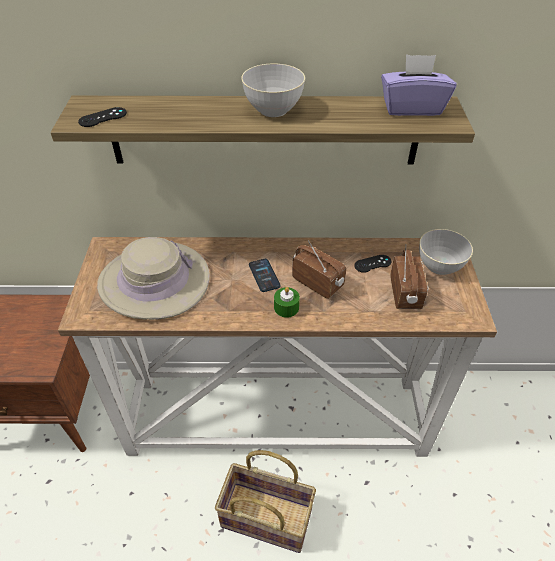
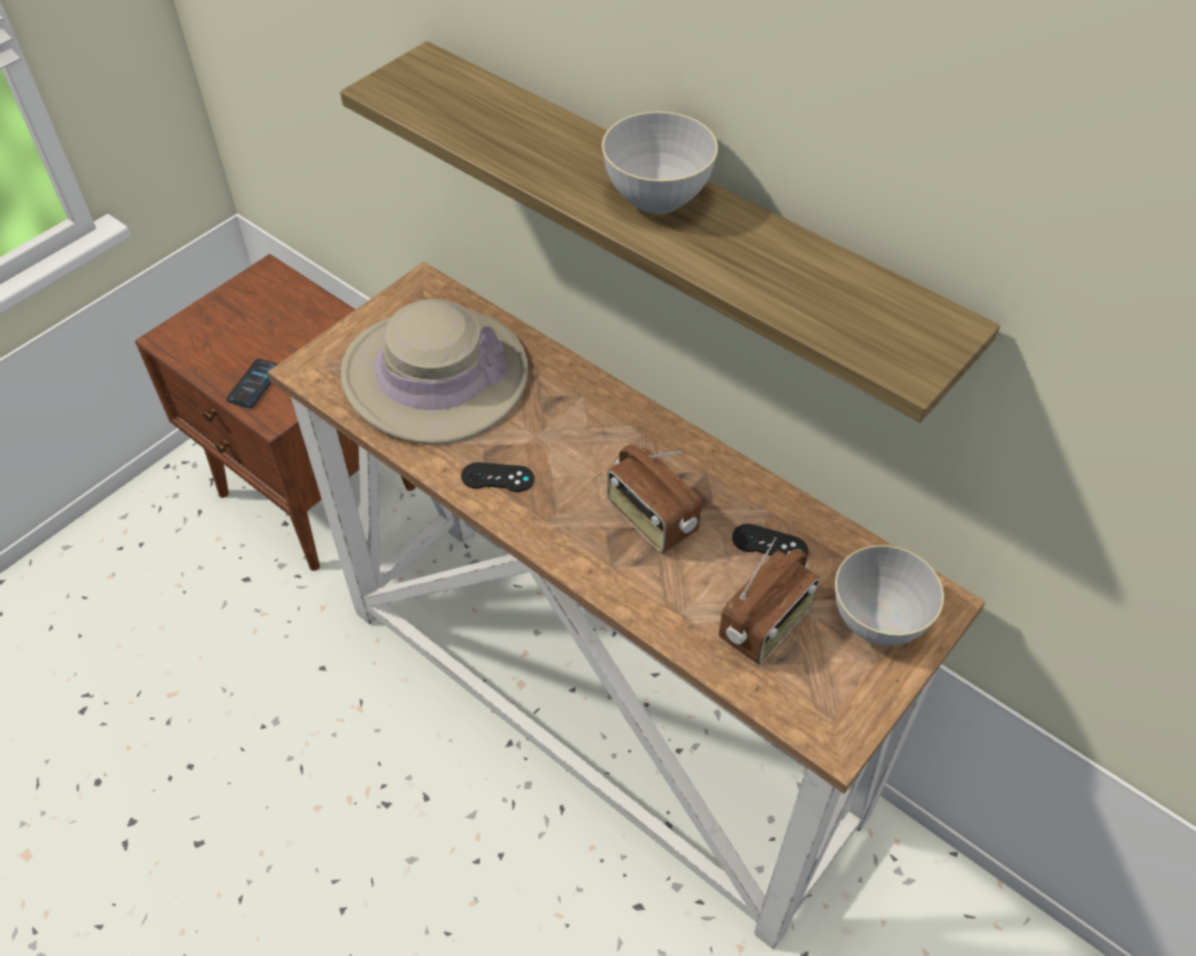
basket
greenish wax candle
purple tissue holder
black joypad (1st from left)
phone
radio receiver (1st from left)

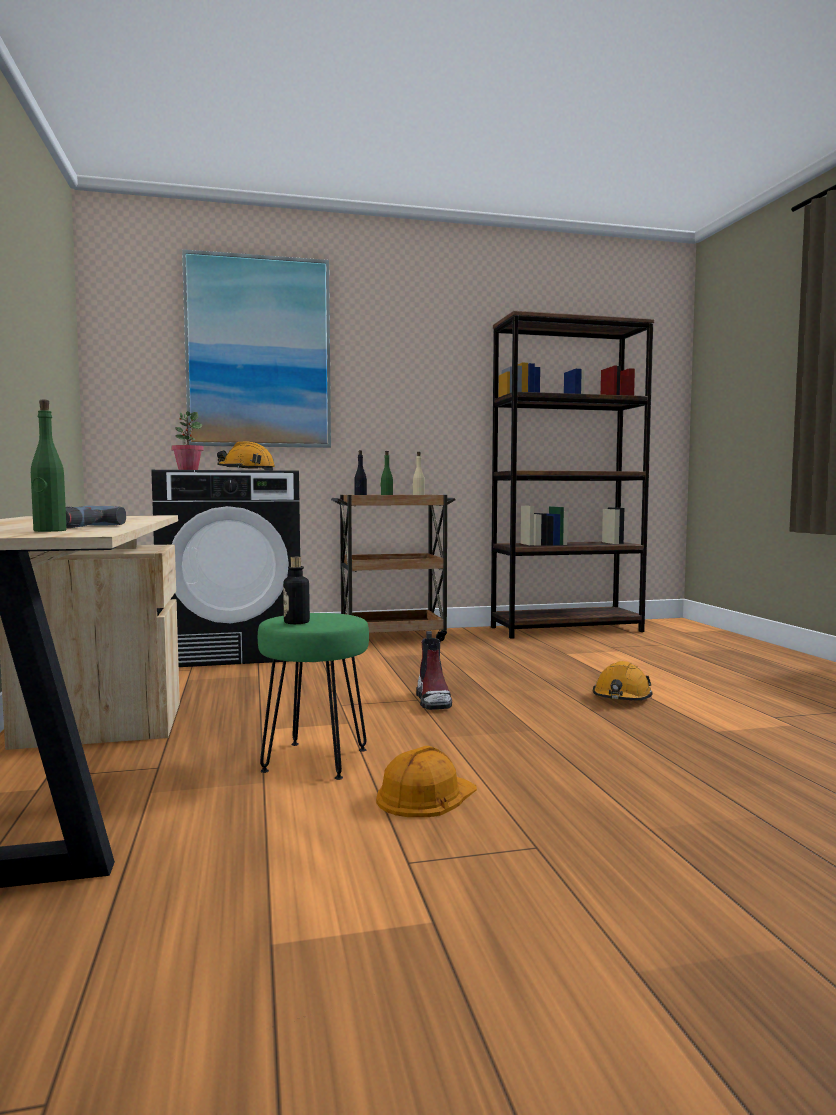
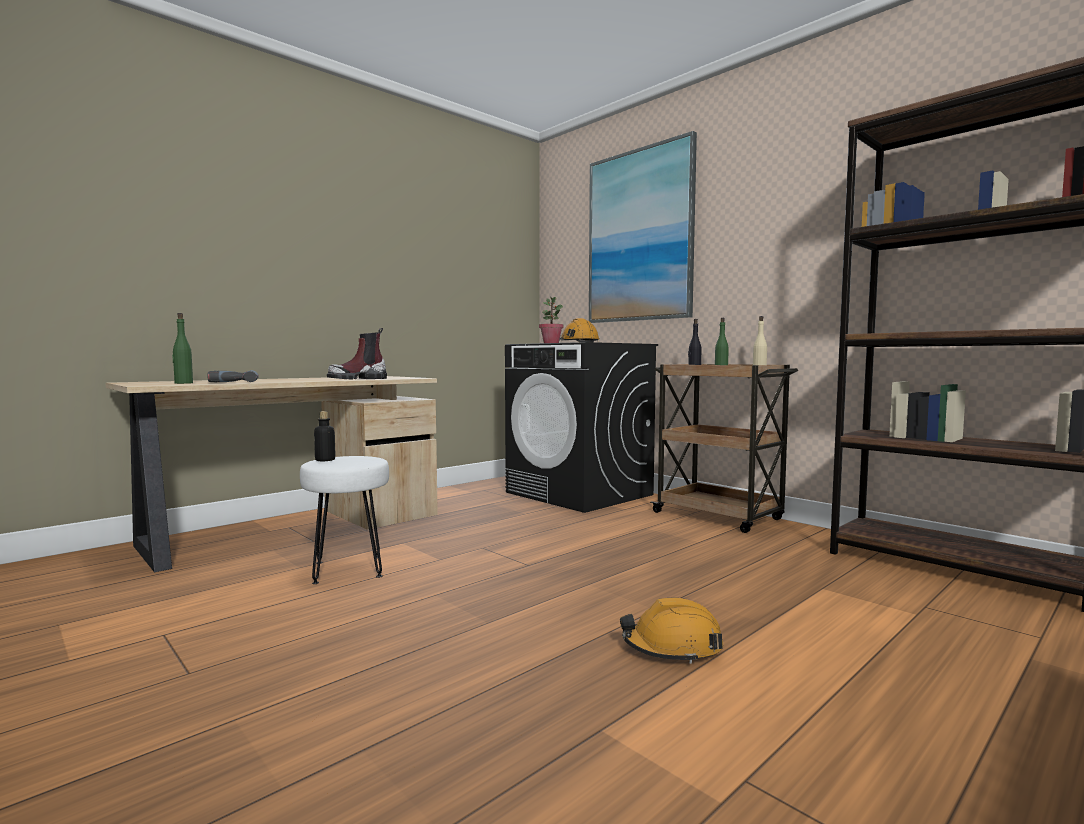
orange hard hat (2nd from left in the first image)
boot
whitish stool seat

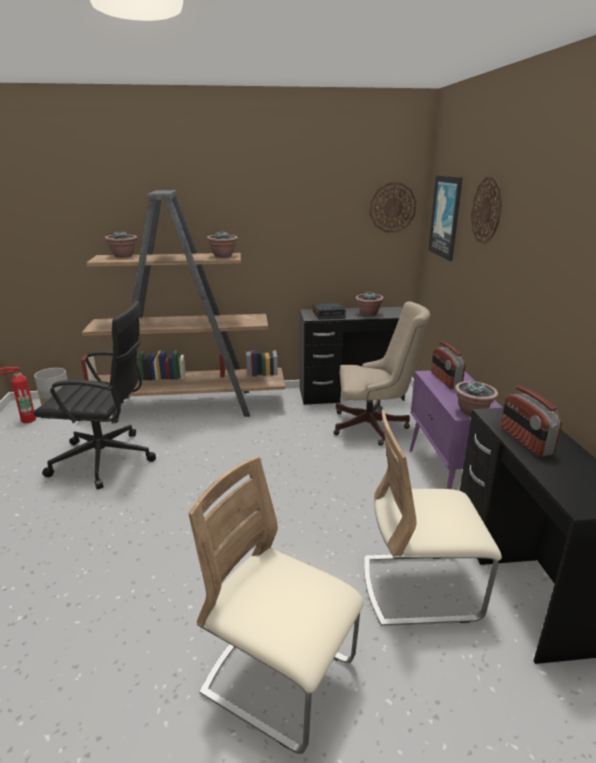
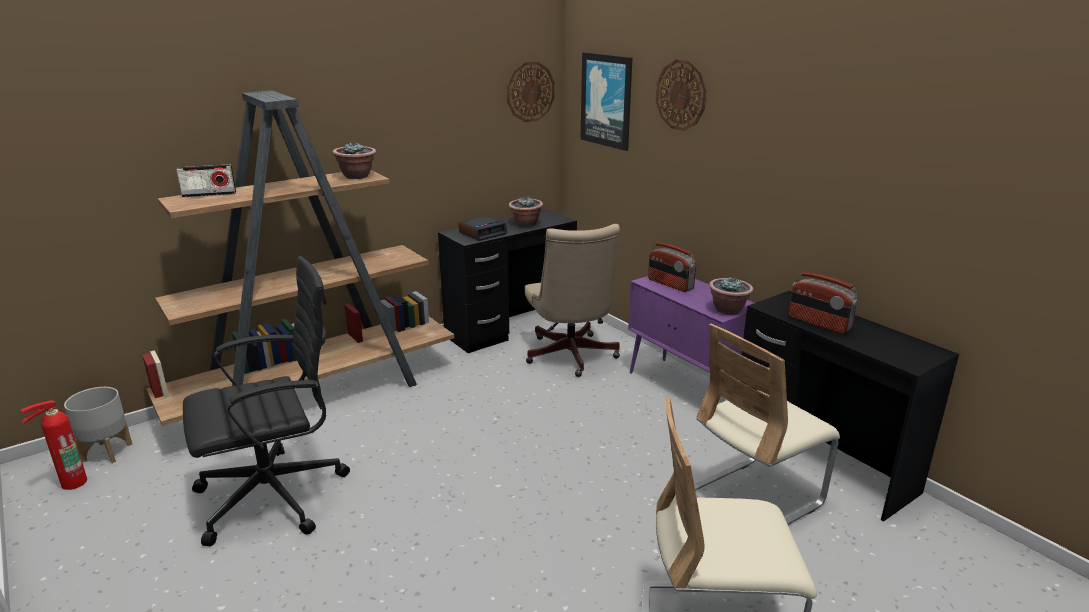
radio receiver (1st from left)
sand-coloured desk chair

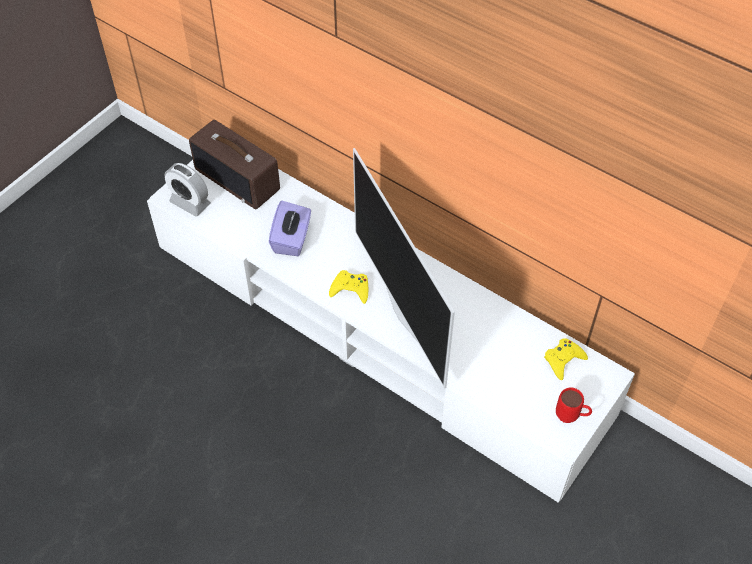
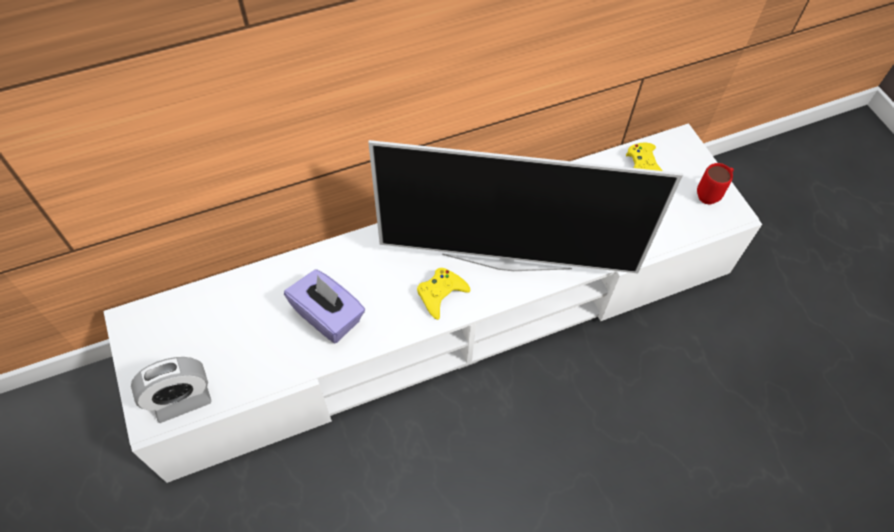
radio receiver

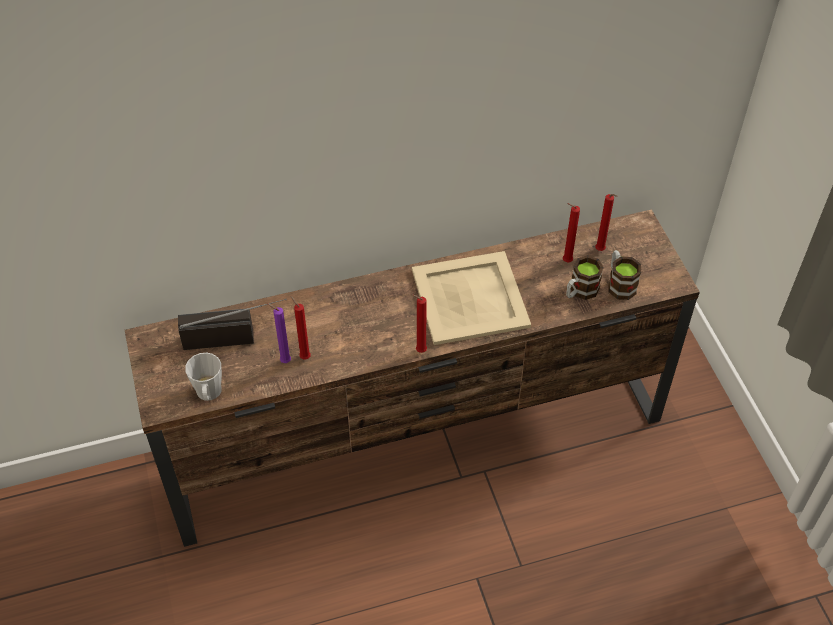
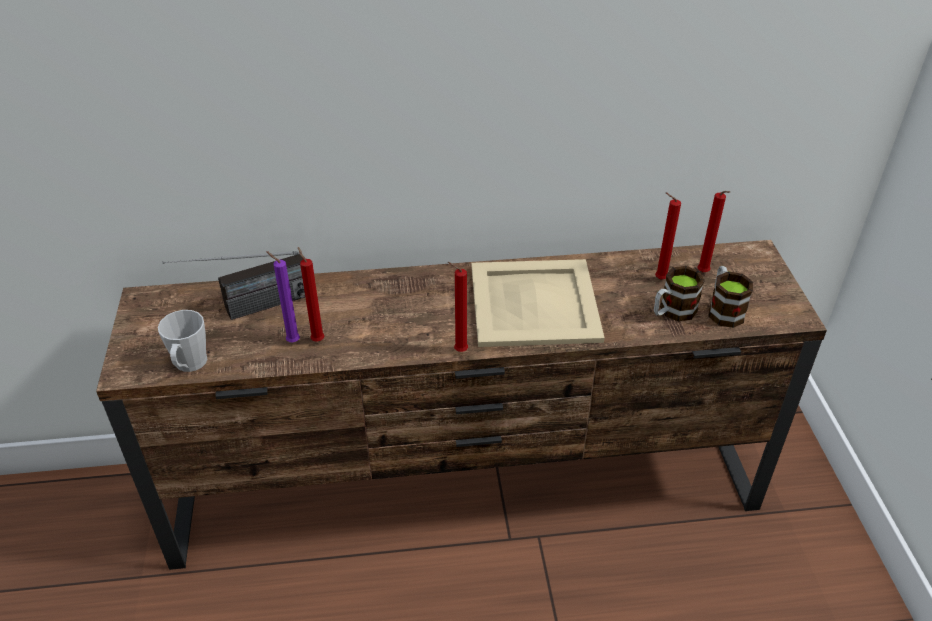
radio receiver

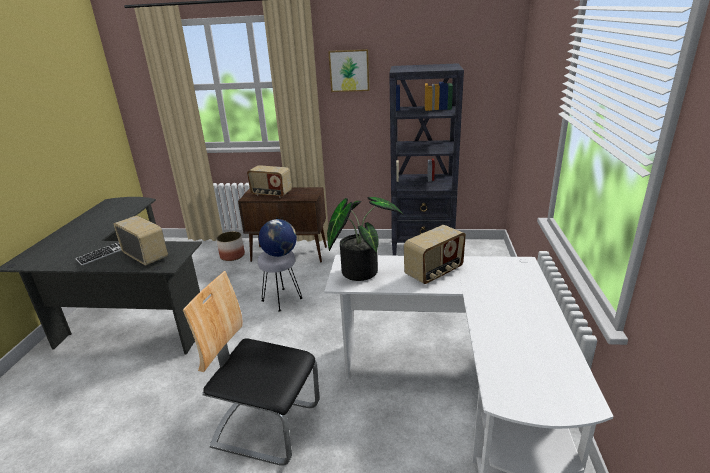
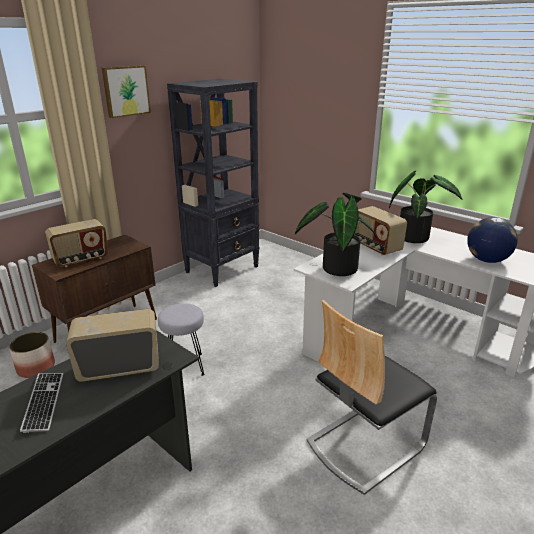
houseplant (2nd from left)
desk globe
radio receiver (3rd from left)

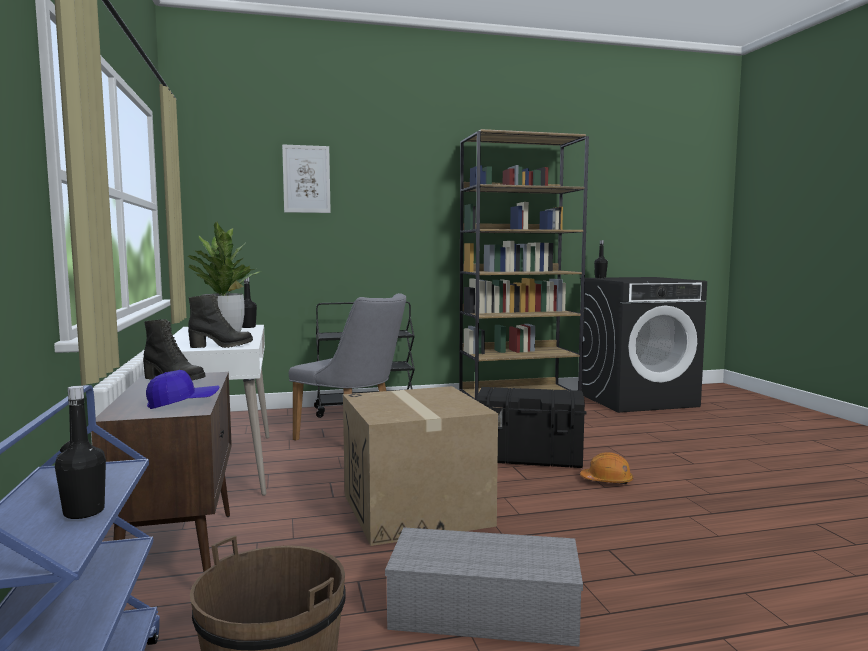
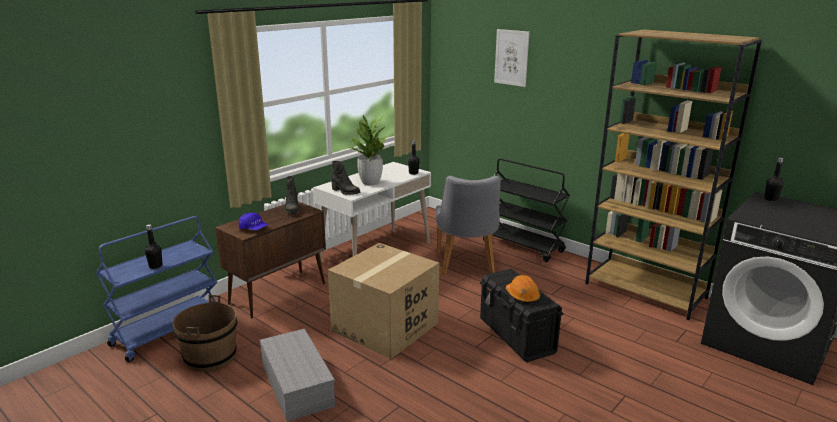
orange hard hat

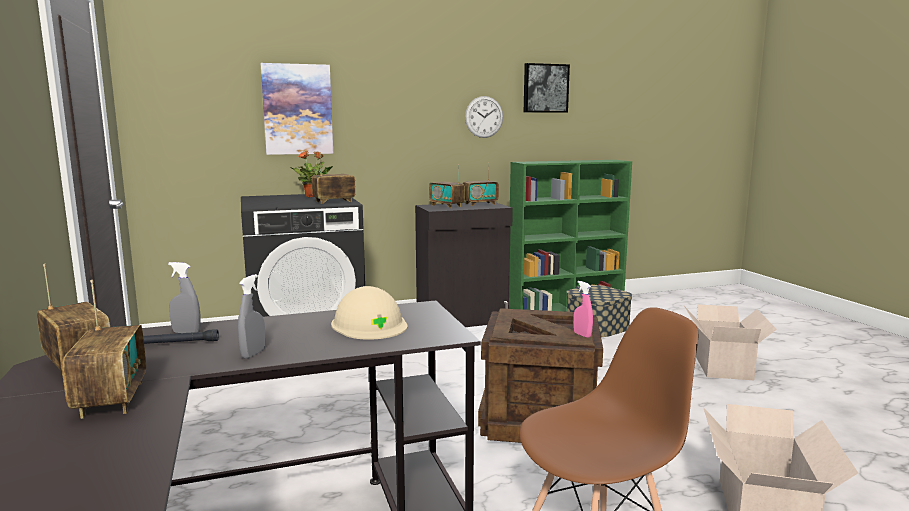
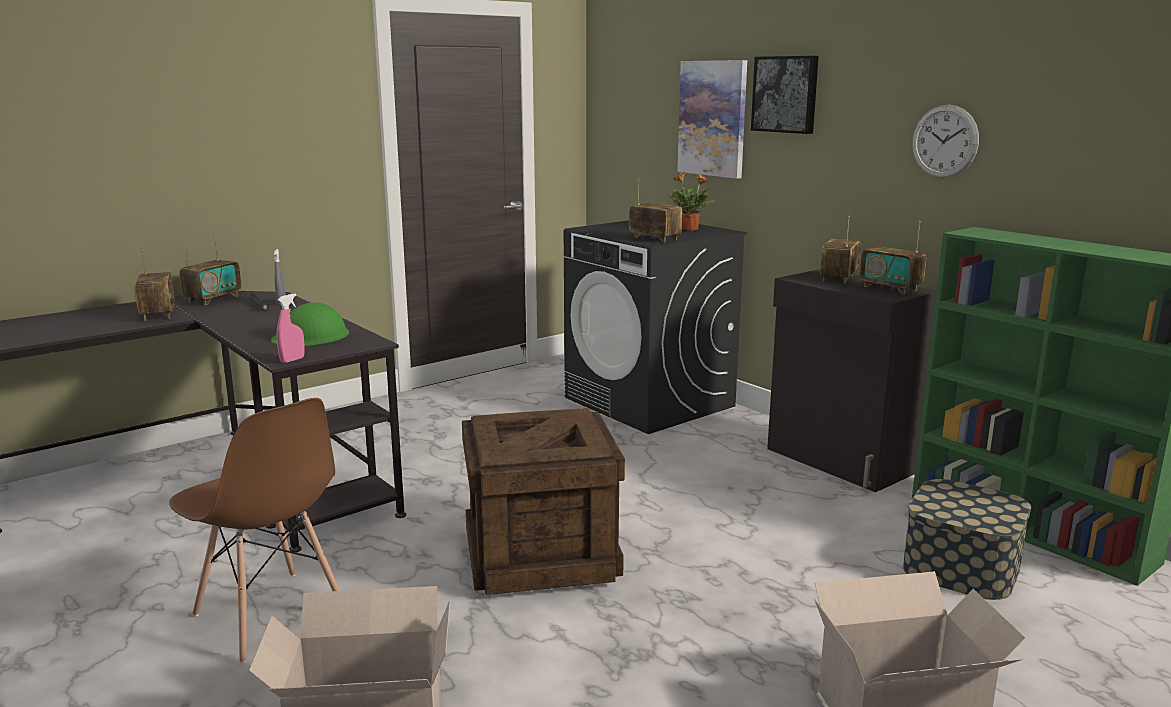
grey hand sprayer (2nd from left in the first image)
wall picture (2nd from left)
pink hand sprayer
greenish hard hat
radio receiver (1st from left)

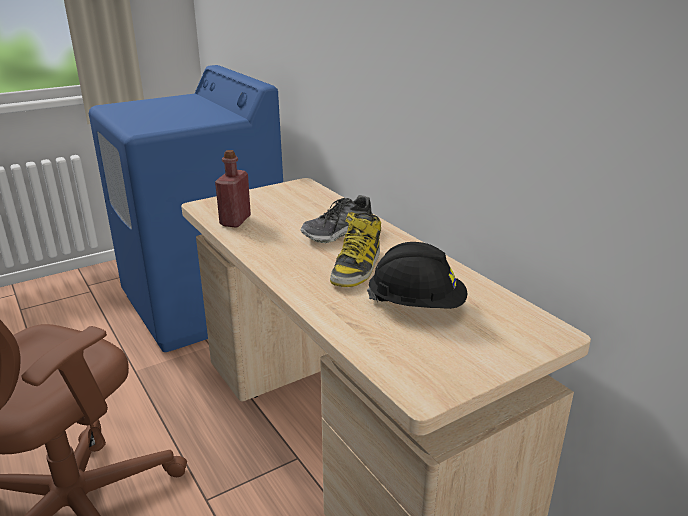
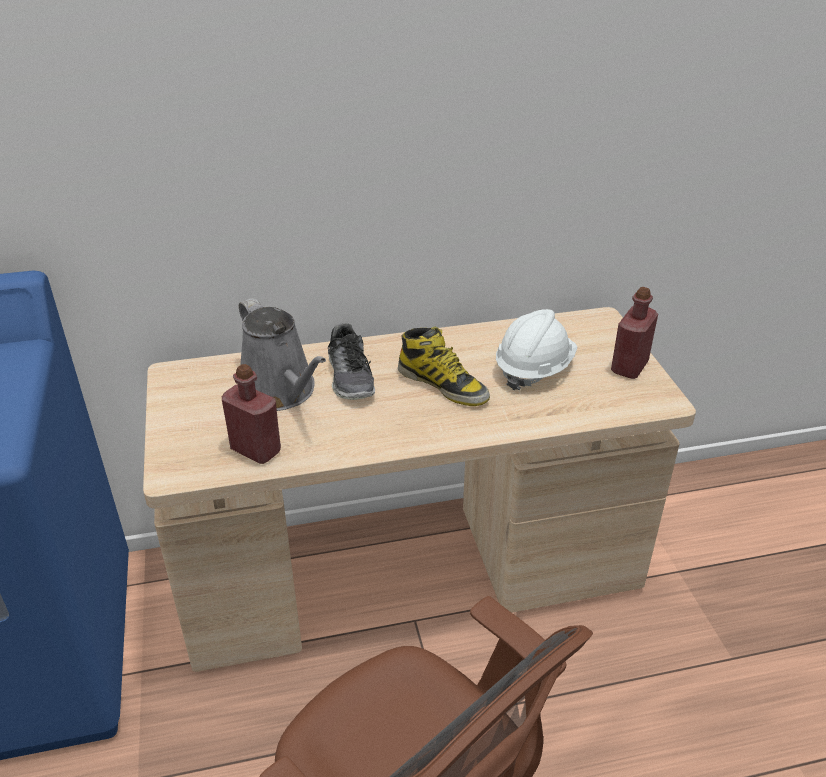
grey sprinkling can
red beverage bottle (2nd from left)
whitish hard hat

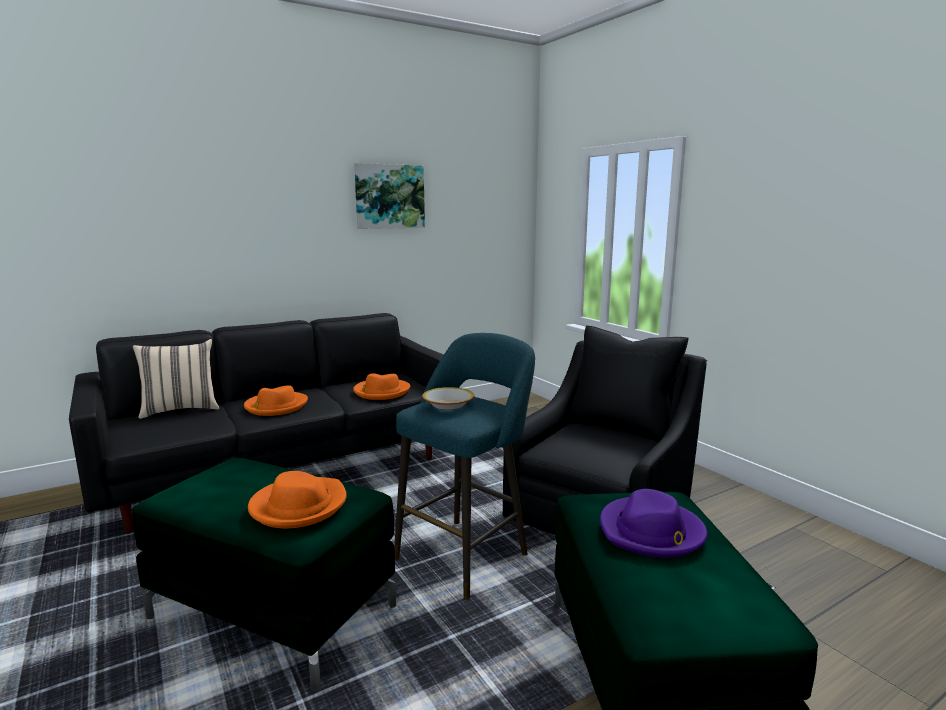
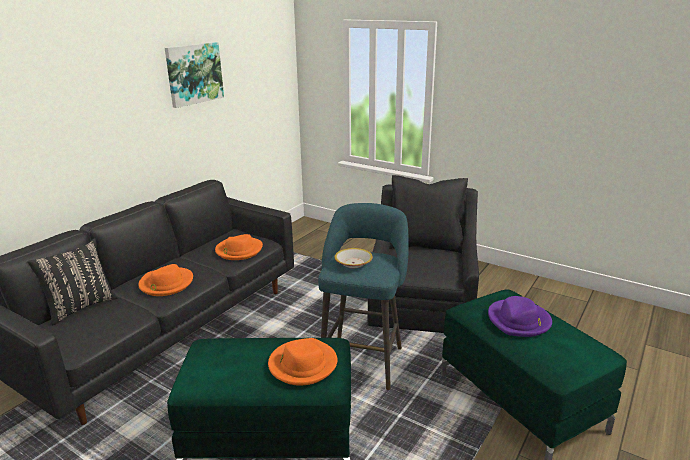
black throw pillow

